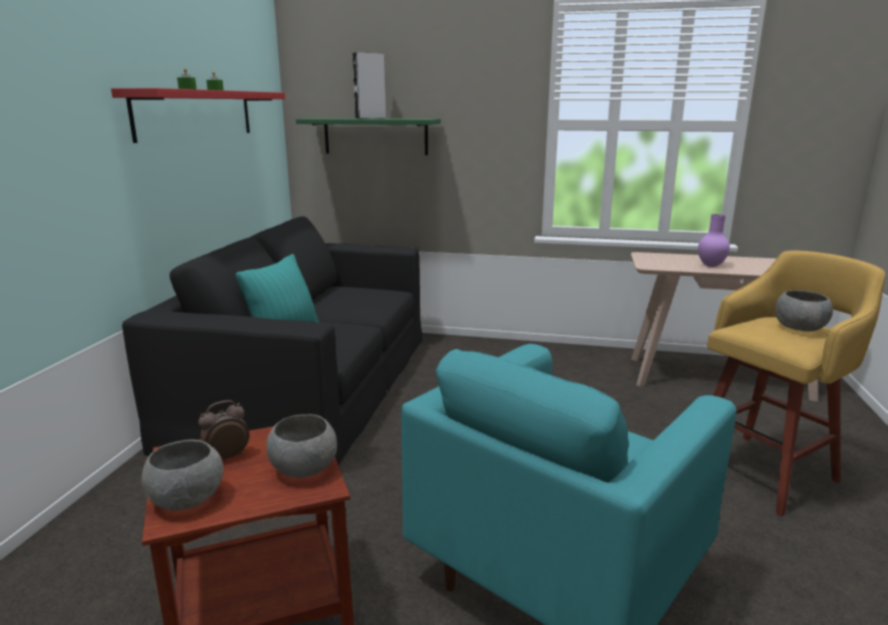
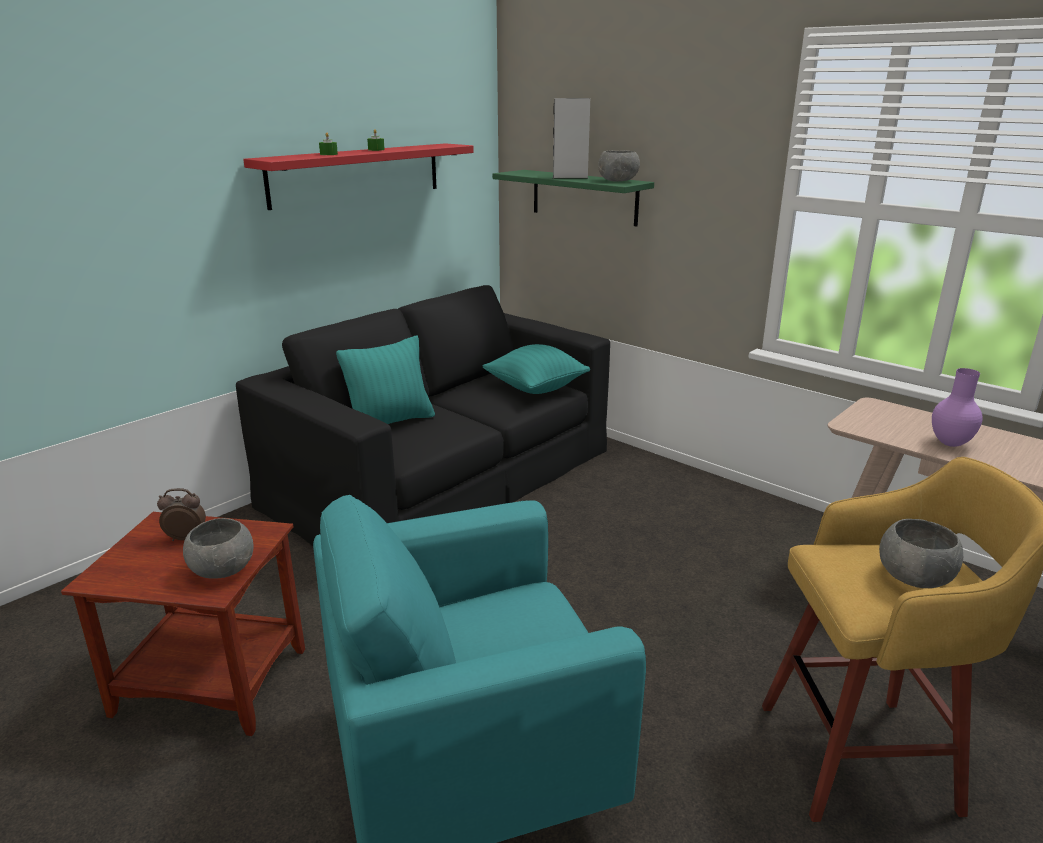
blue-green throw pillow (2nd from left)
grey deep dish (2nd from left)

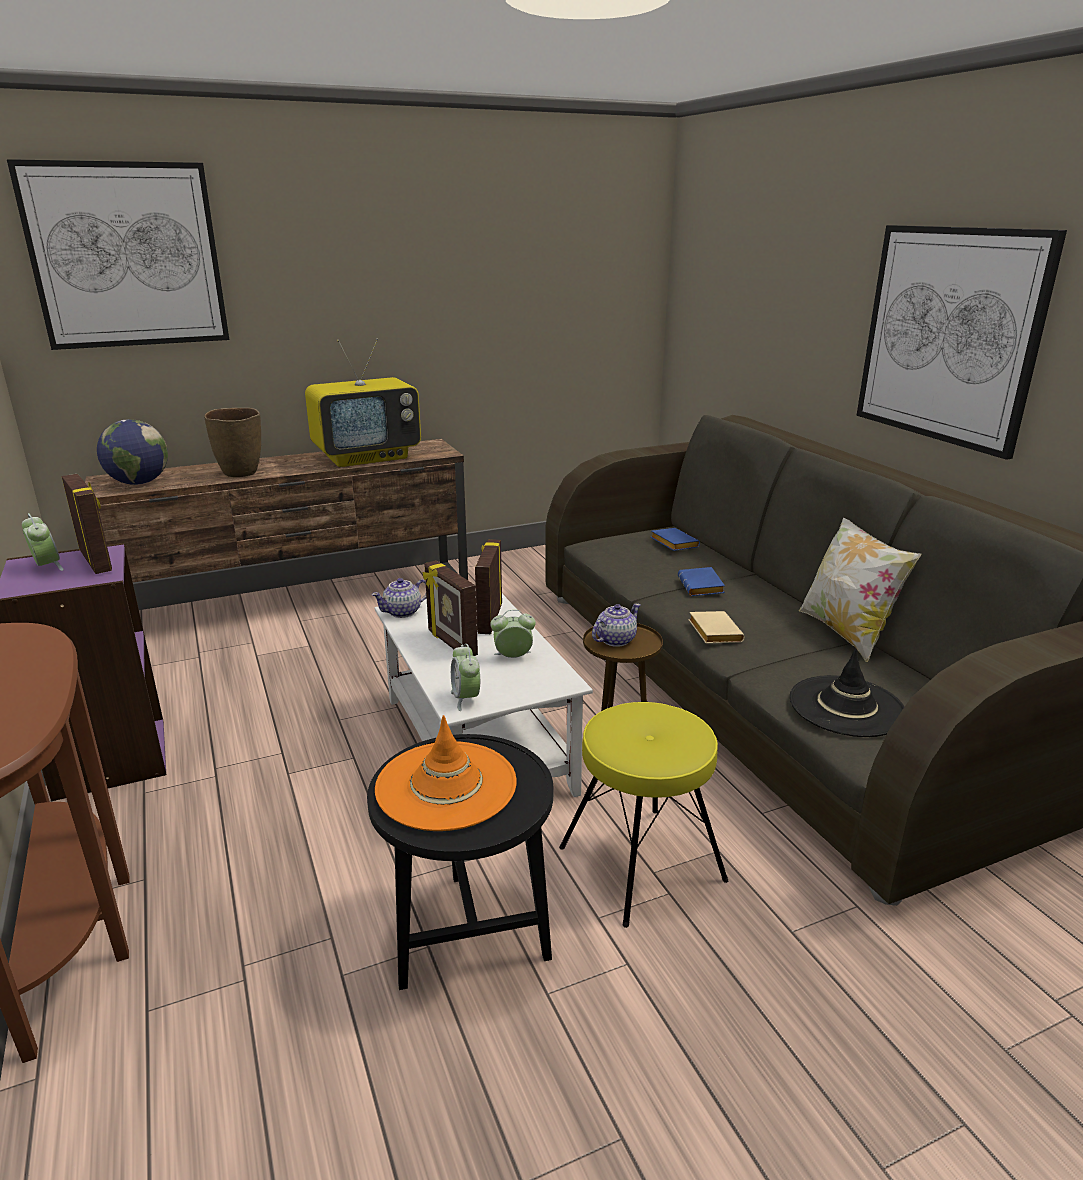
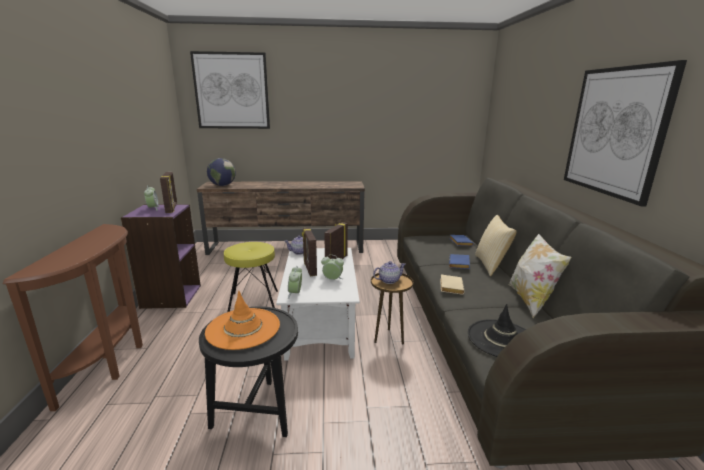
brownish decorative vase
TV
throw pillow (1st from left)
yellow-coloured stool seat

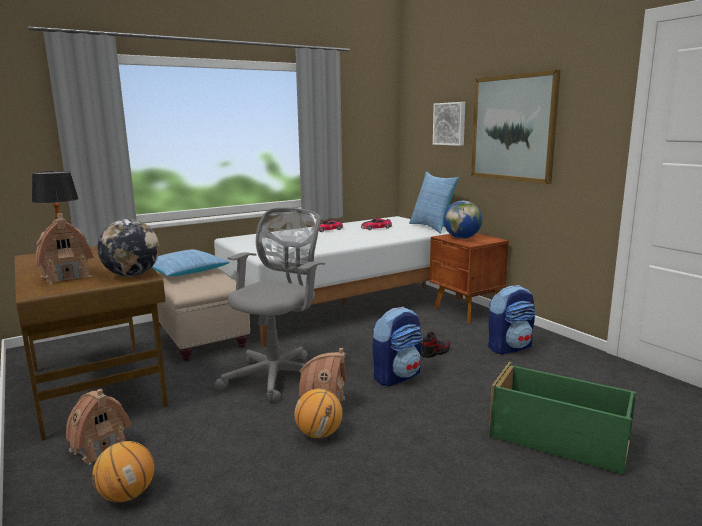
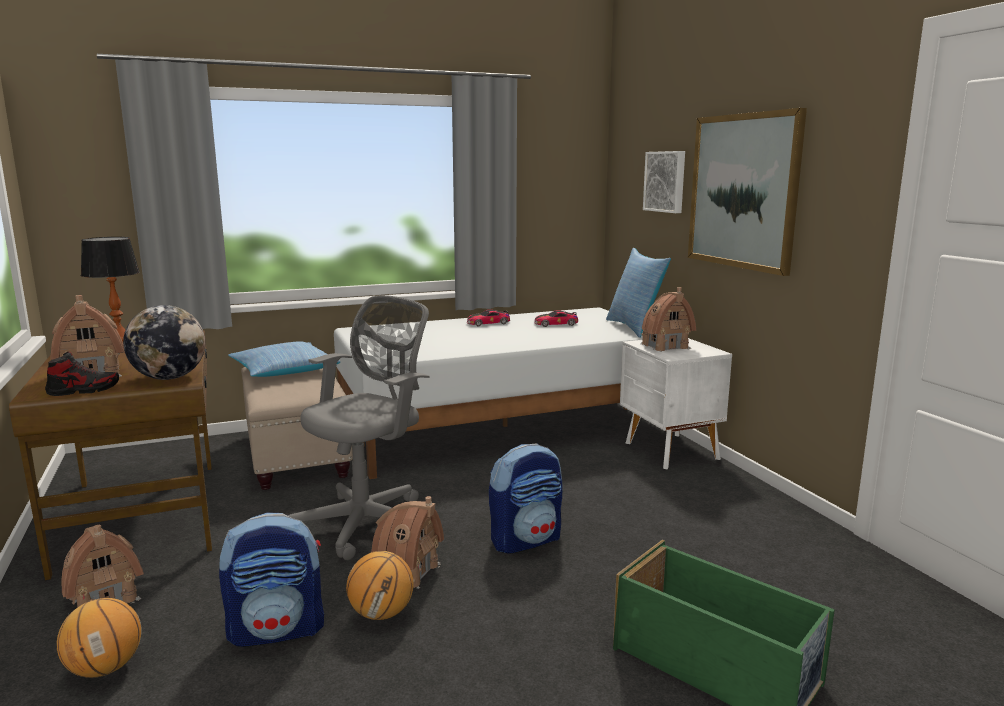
item of footwear
backpack (1st from left)
miniature house (4th from left)
whitish bedside table

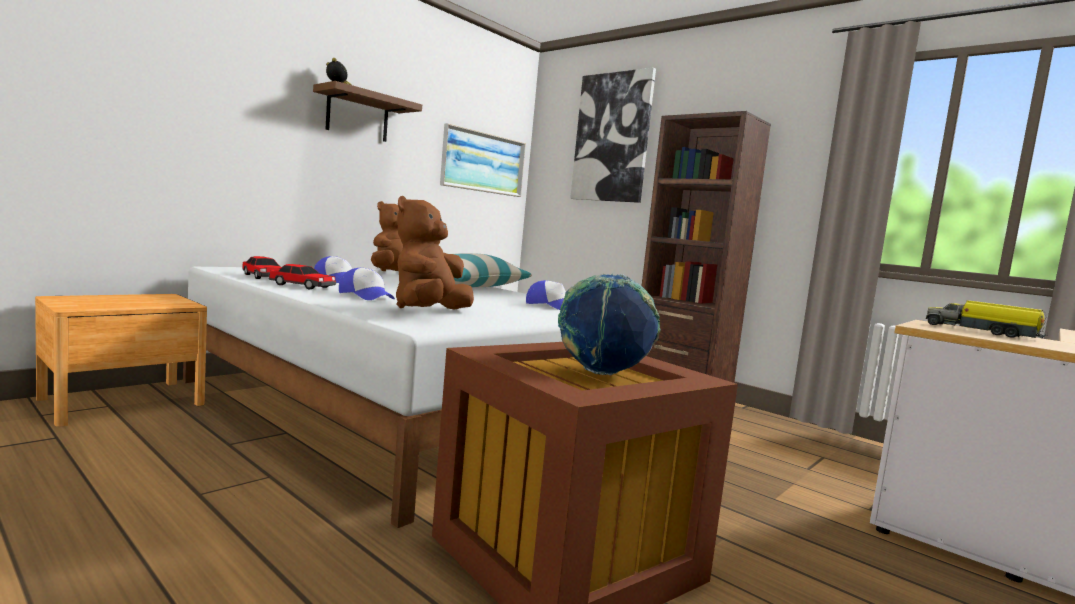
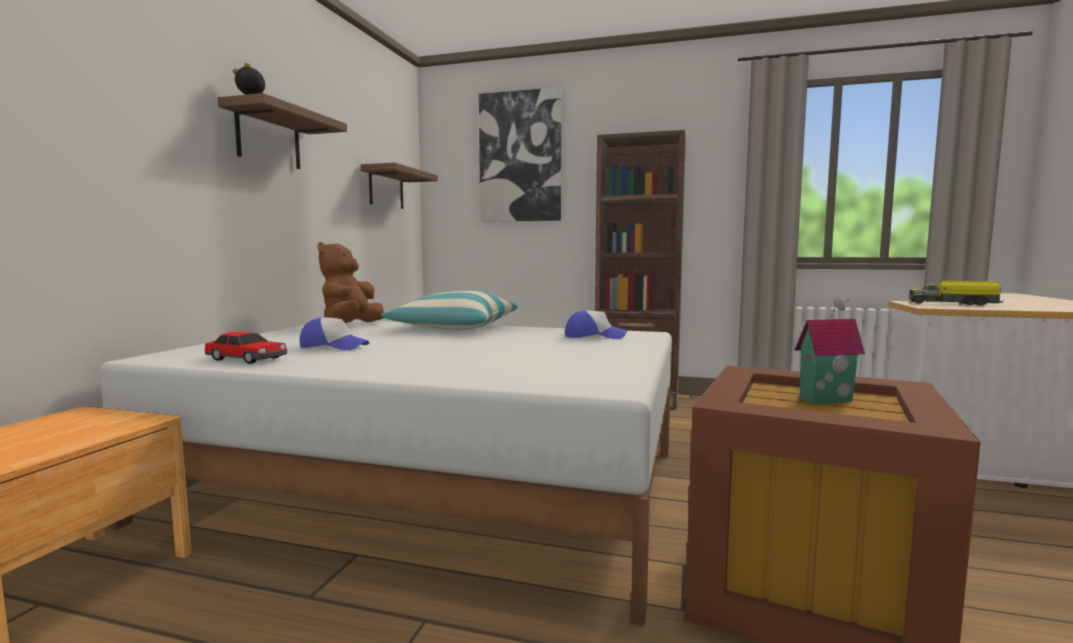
model car (2nd from left in the first image)
baseball cap (2nd from left in the first image)
brownish soft toy (2nd from left in the first image)
brownish bracket shelf (2nd from left)
miniature house

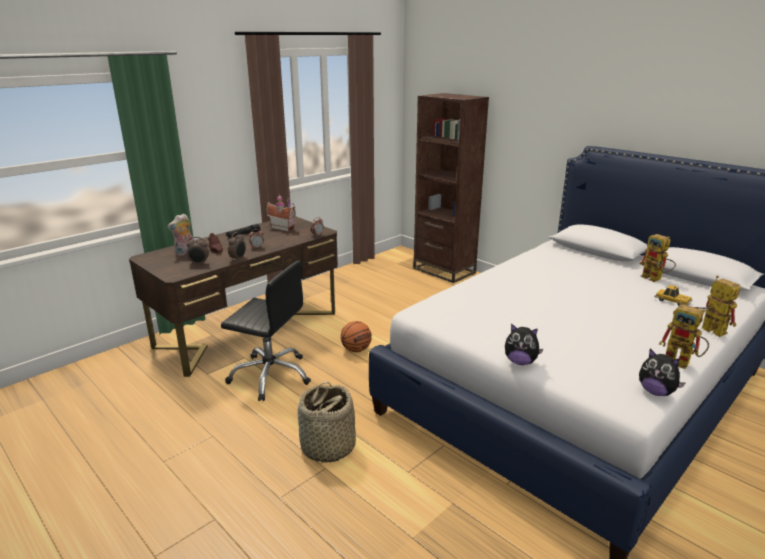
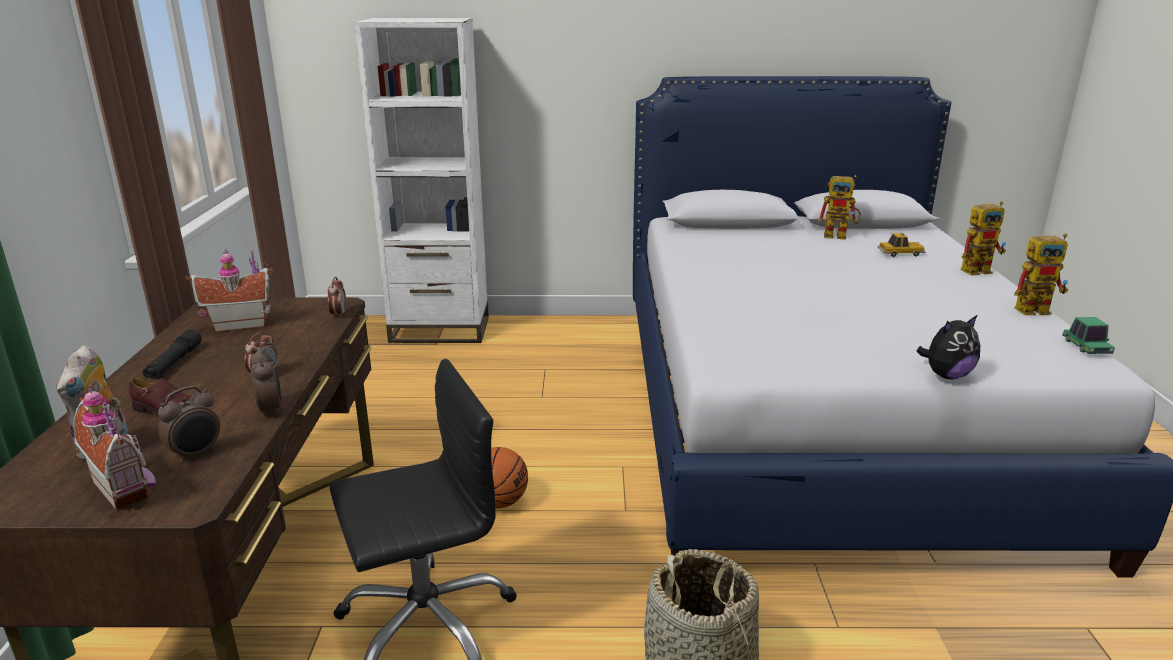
miniature house (1st from left)
model car (2nd from left)
whitish shelving unit
model robot (2nd from left)

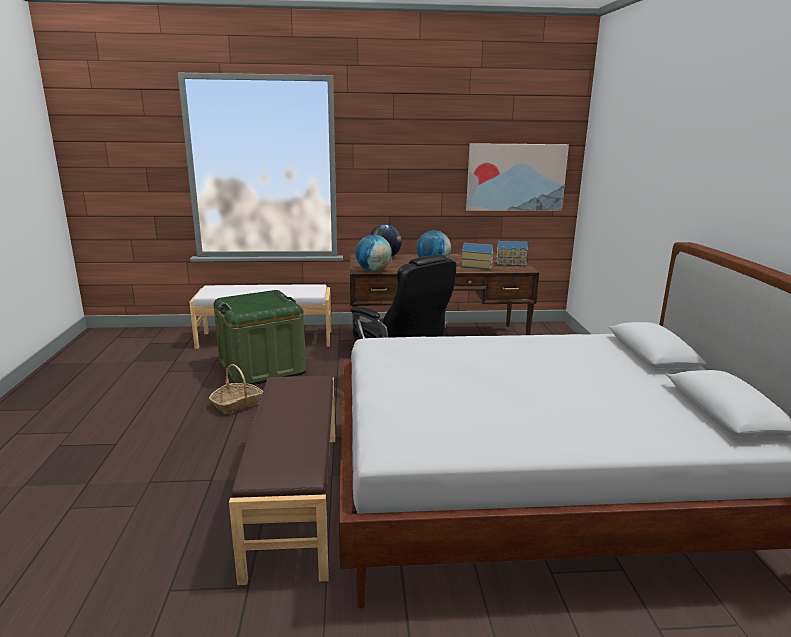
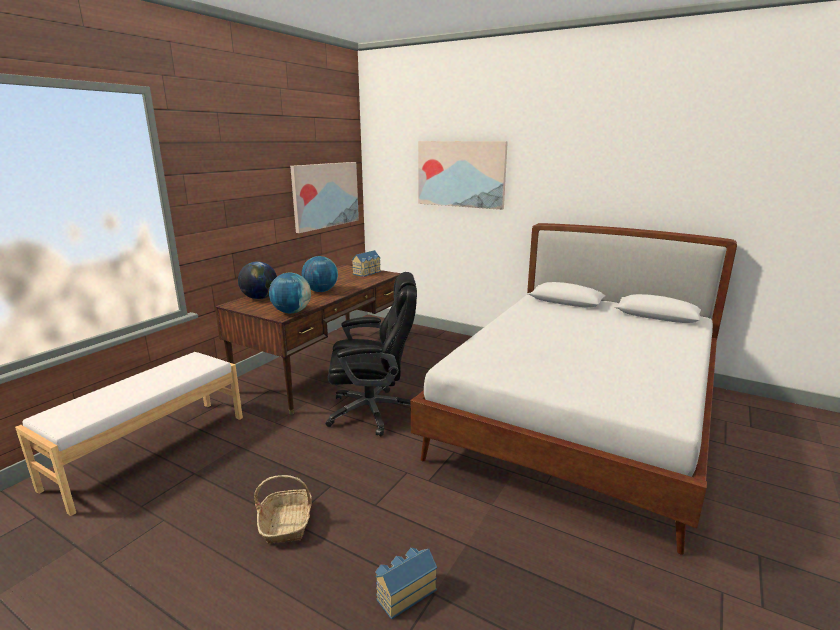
greenish storage box
brownish long seat
wall picture (2nd from left)
miniature house (2nd from left)

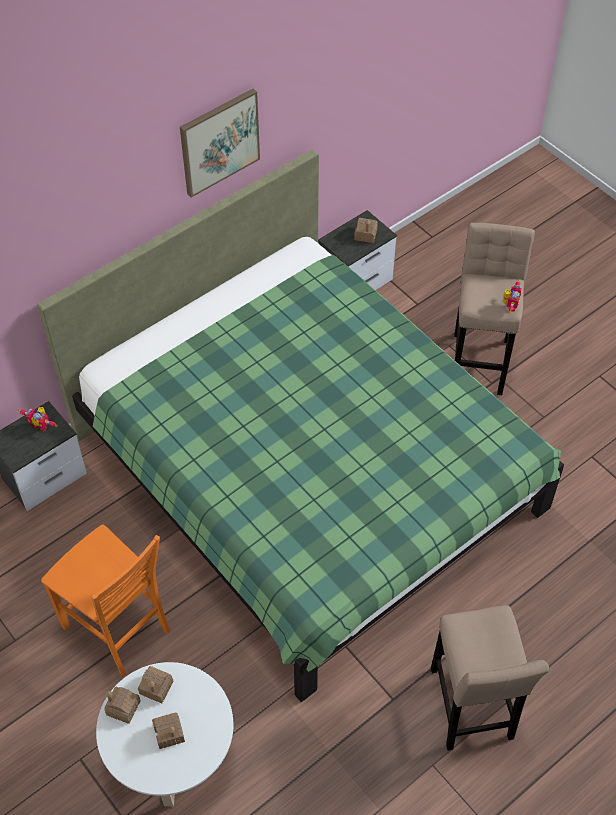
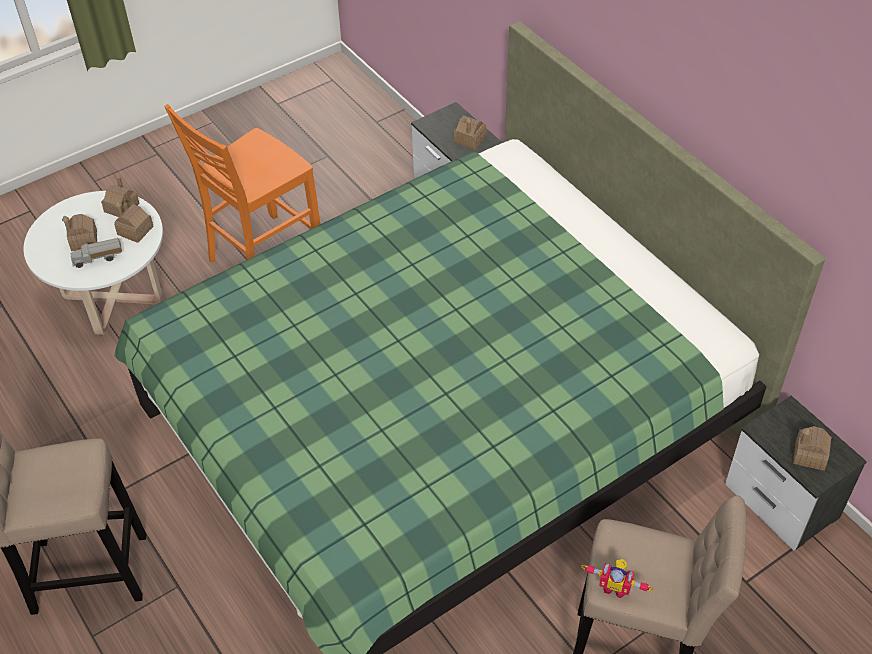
wall picture
toy truck
miniature house (4th from left)

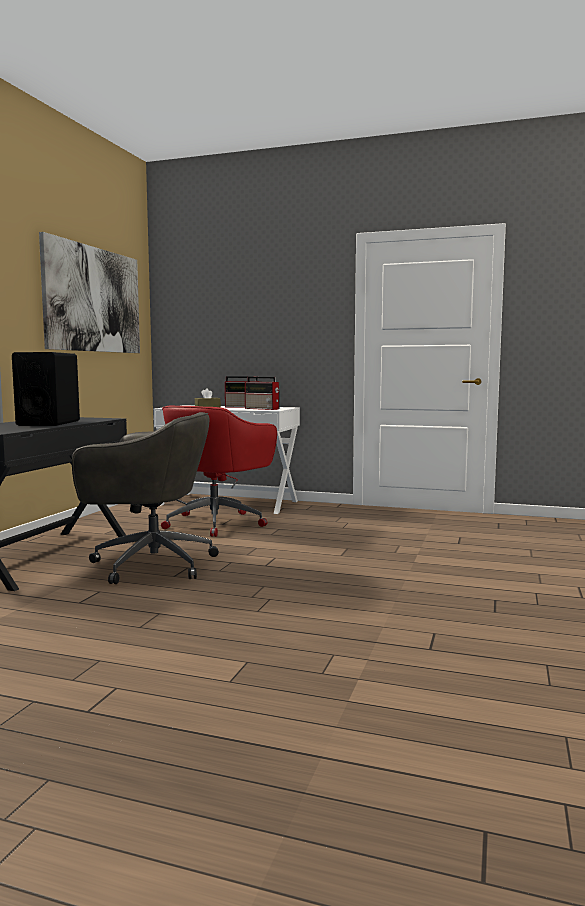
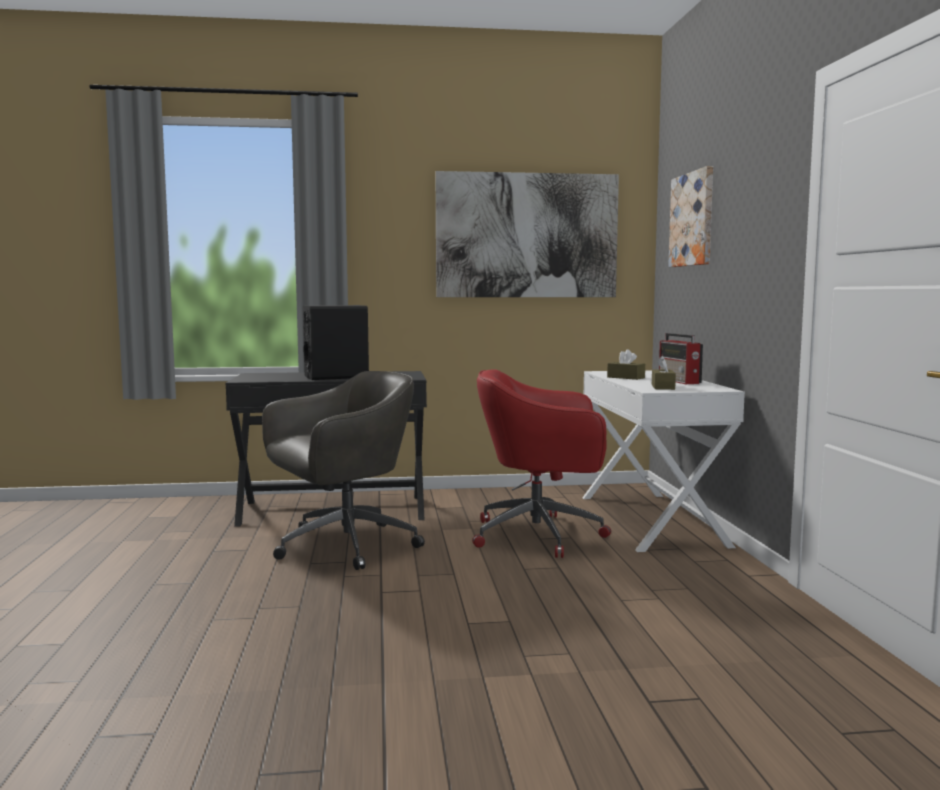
wall picture (2nd from left)
brownish tissue holder (2nd from left)
grey desk chair

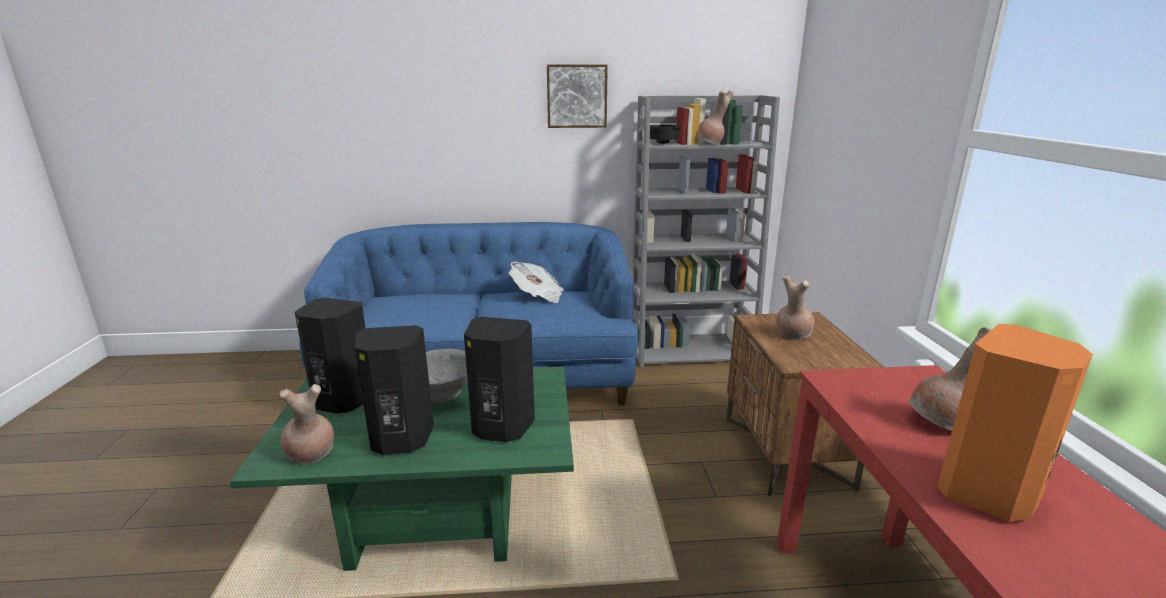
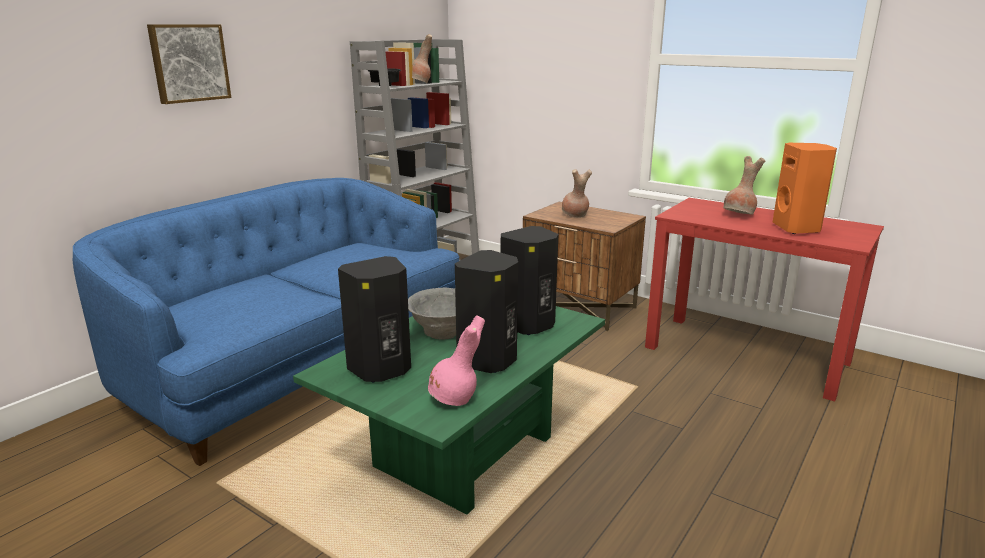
newspaper
wall picture
pink decorative vase

